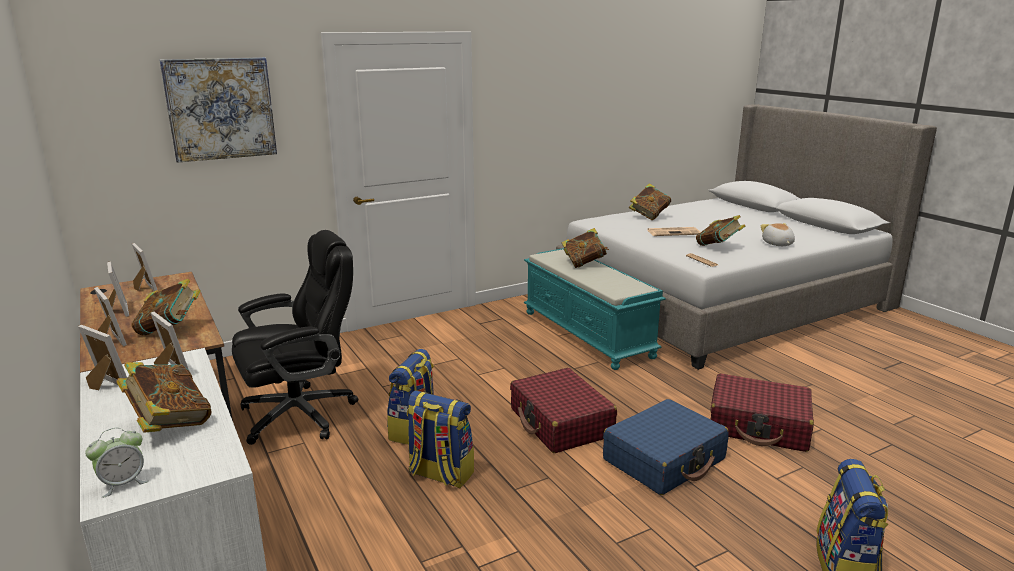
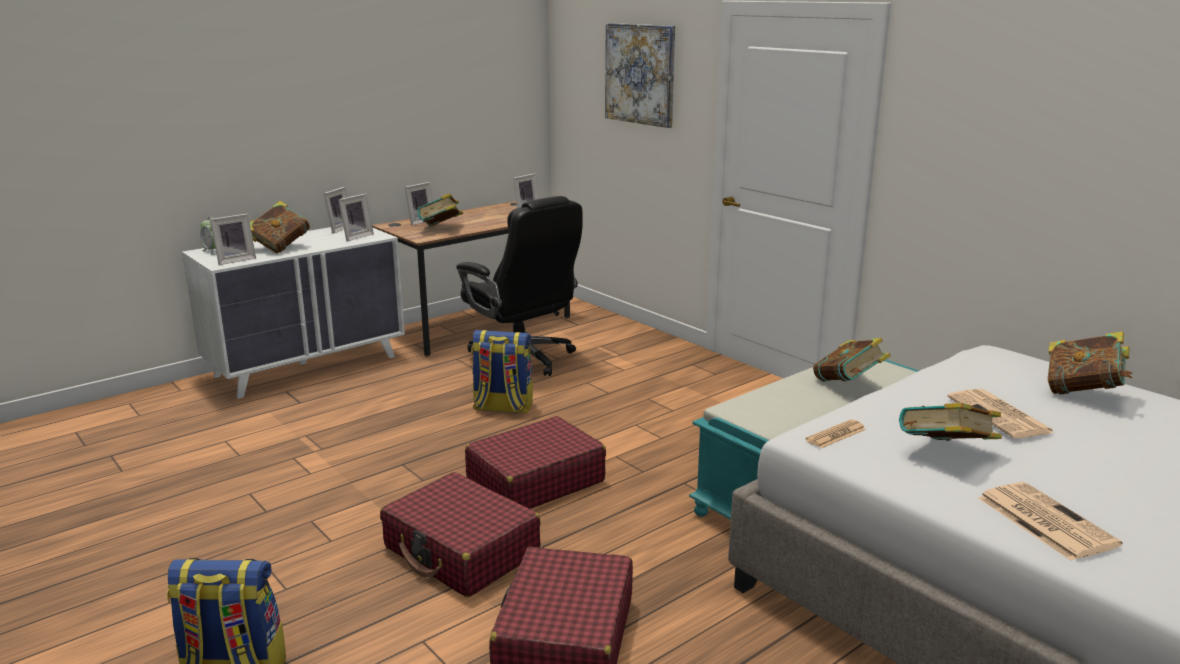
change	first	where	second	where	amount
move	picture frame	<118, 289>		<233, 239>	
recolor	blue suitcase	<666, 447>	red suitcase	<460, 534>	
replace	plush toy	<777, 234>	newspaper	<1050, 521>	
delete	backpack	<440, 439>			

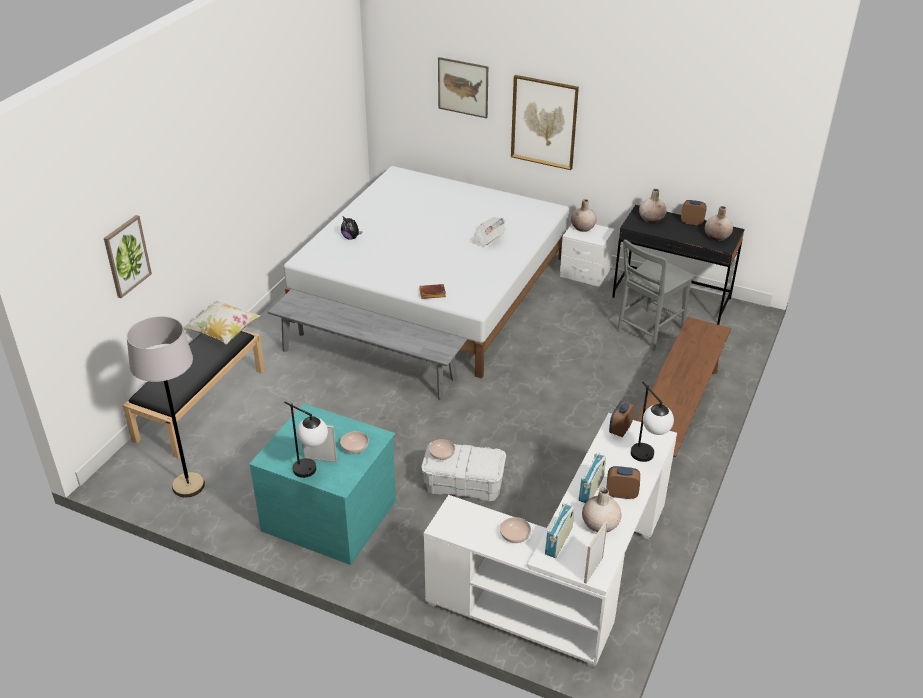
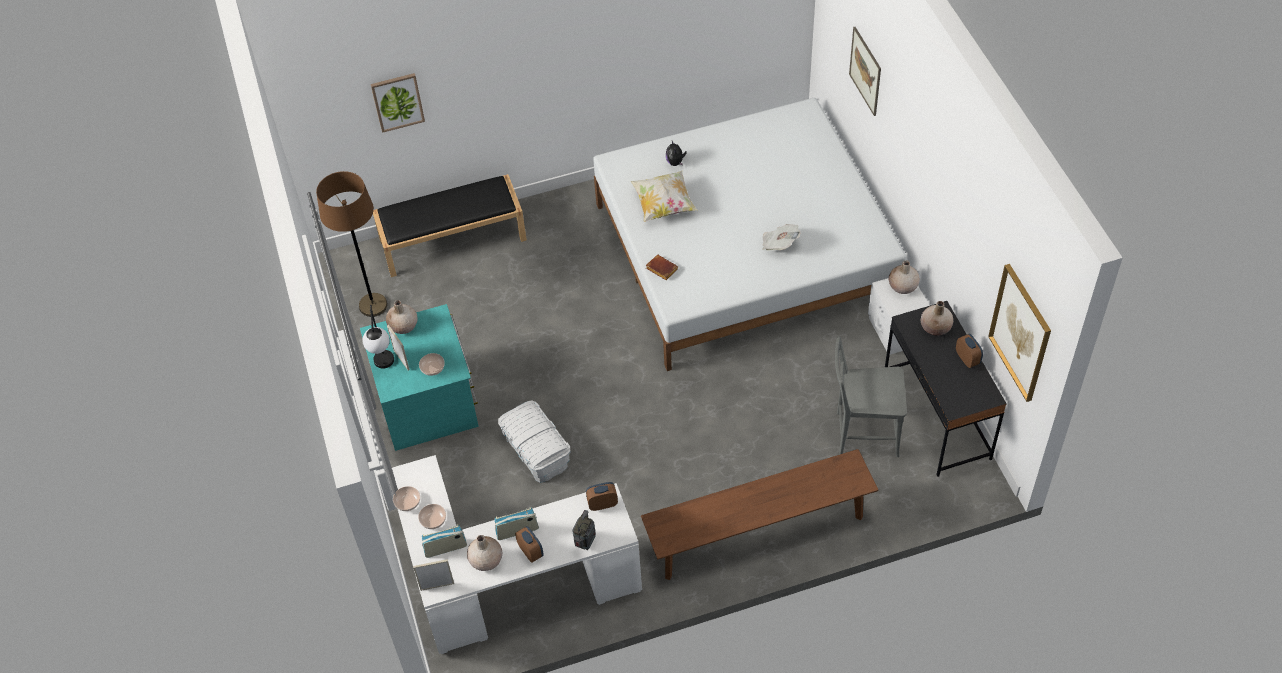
change	first	where	second	where	amount
recolor	grey floor lamp	<166, 406>	brown floor lamp	<351, 244>	
move	beige vase	<719, 223>		<402, 317>	
move	bowl	<442, 449>		<406, 498>	
replace	table lamp	<652, 422>	radio	<584, 530>	
move	pillow	<222, 322>		<664, 196>	
move	picture	<545, 122>		<1019, 333>	
delete	grey bench	<367, 344>			

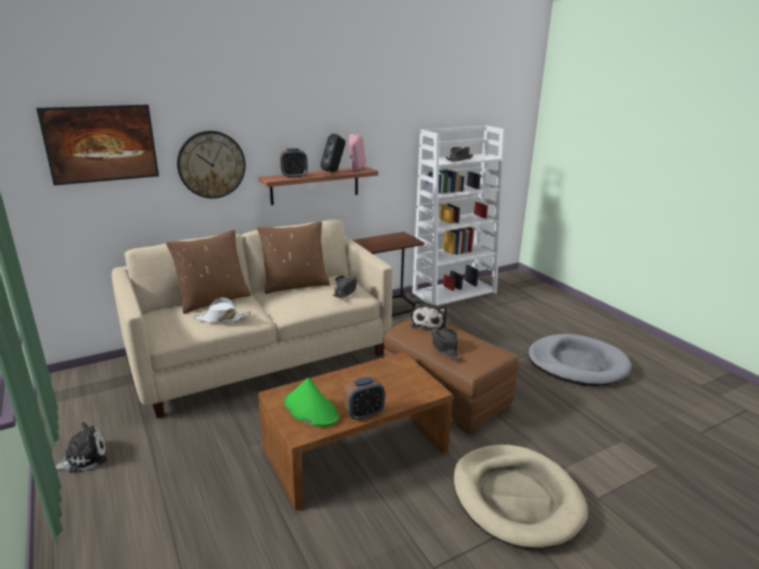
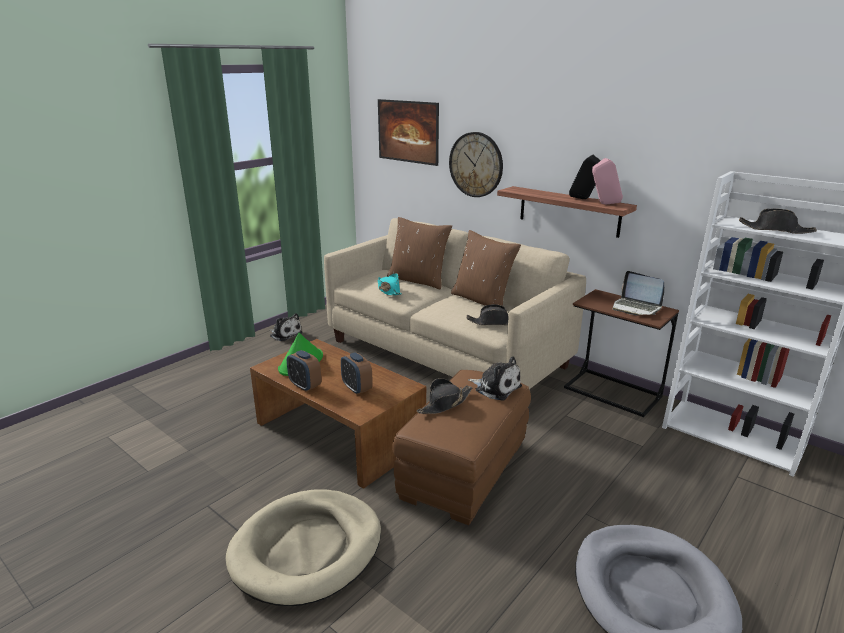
change	first	where	second	where	amount
move	alarm clock	<294, 163>		<357, 373>	
recolor	white hat	<222, 310>	turquoise hat	<390, 284>	
rotate	plush toy	<429, 315>		<495, 378>	135 degrees counterclockwise
insert			laptop	<638, 293>	

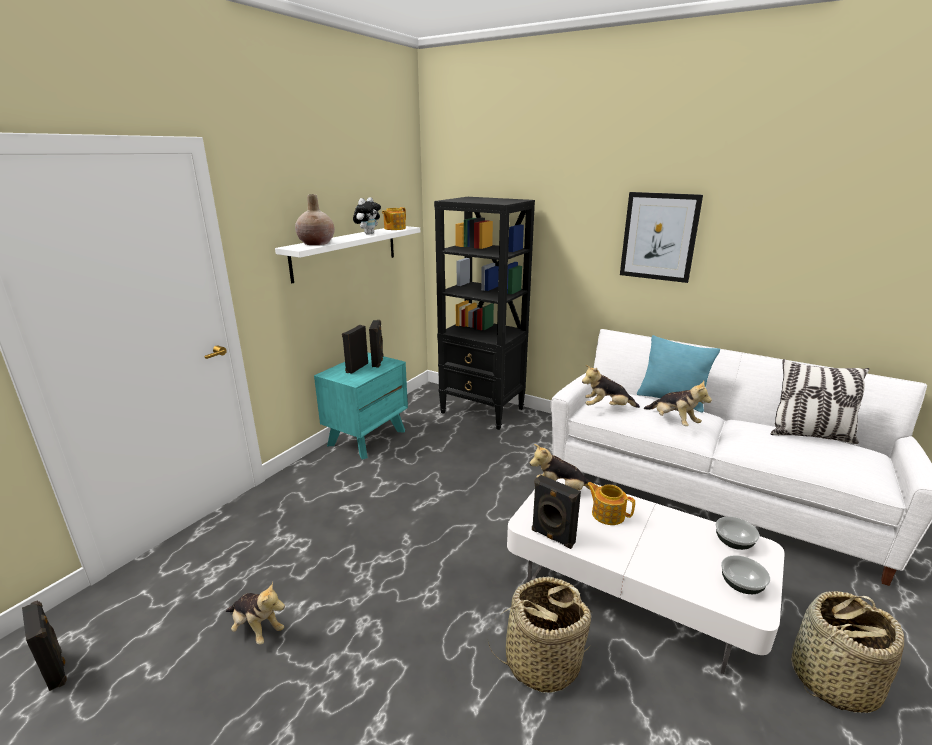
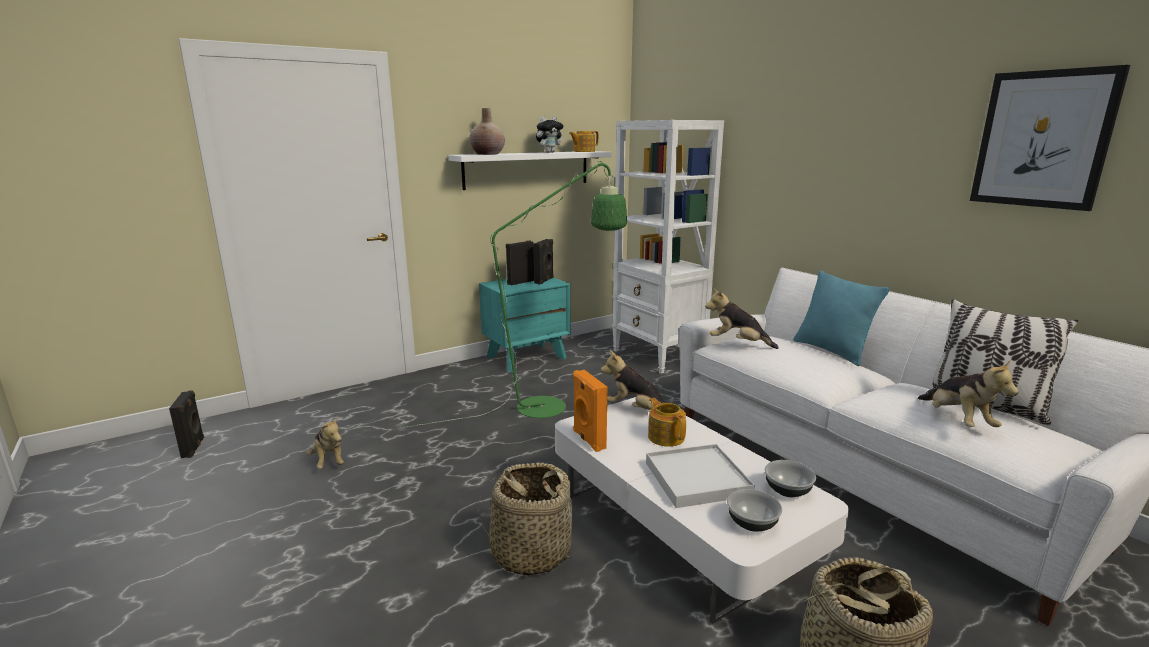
change	first	where	second	where	amount
insert			green floor lamp	<514, 294>	
recolor	black speaker	<556, 512>	orange speaker	<590, 411>	
recolor	black bookcase	<484, 313>	white bookcase	<668, 247>	
insert			white tray	<700, 476>	
move	plush toy	<677, 403>		<968, 393>	
move	picture	<661, 237>		<1050, 138>	

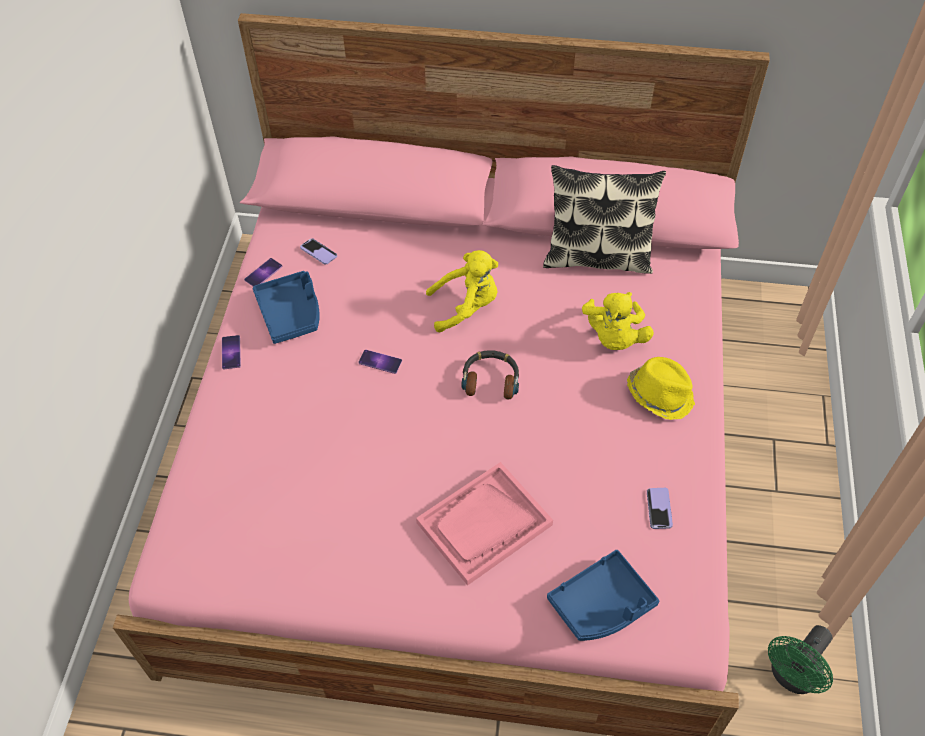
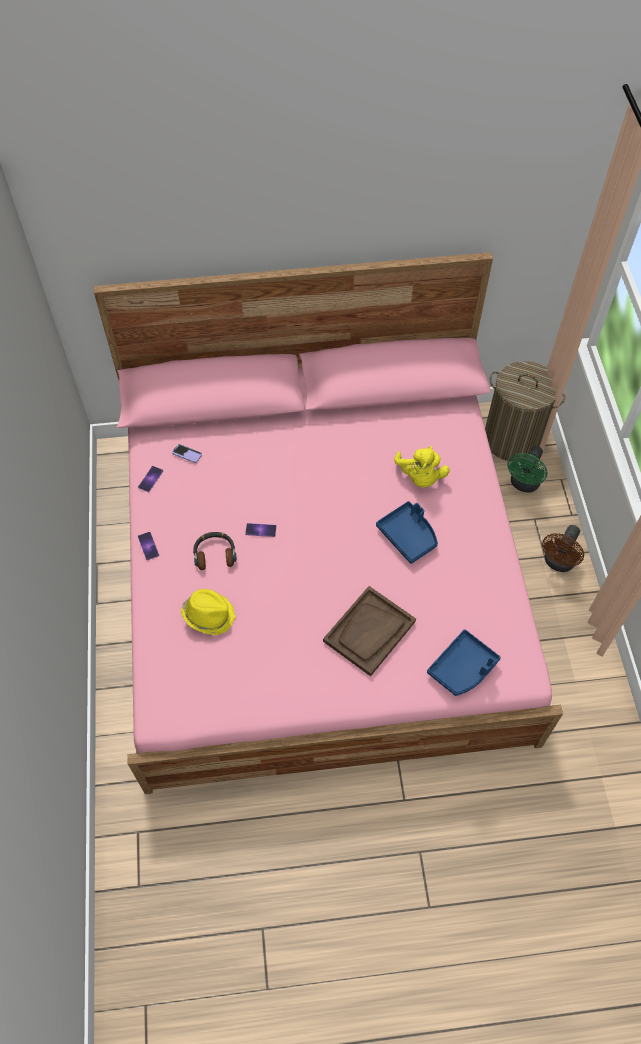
change	first	where	second	where	amount
move	yellow hat	<661, 388>		<208, 612>	
move	headphones	<490, 374>		<215, 551>	
recolor	pink tray	<484, 524>	brown tray	<369, 631>	
move	blue tray	<286, 307>		<407, 532>	
insert			laundry basket	<525, 411>	
move	green fan	<800, 659>		<527, 469>	
insert			brown fan	<563, 548>	
delete	yellow plush toy	<462, 291>			
delete	pillow	<604, 219>			
delete	phone	<660, 508>			

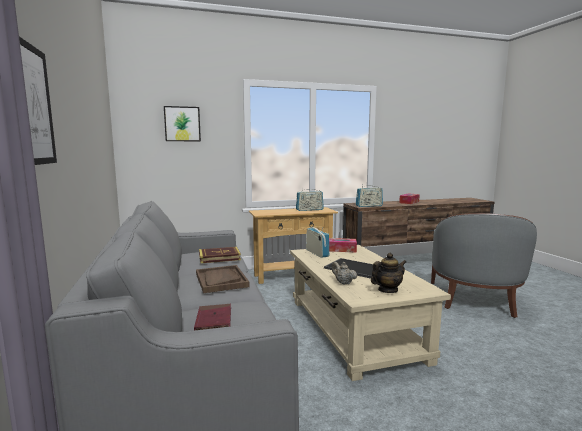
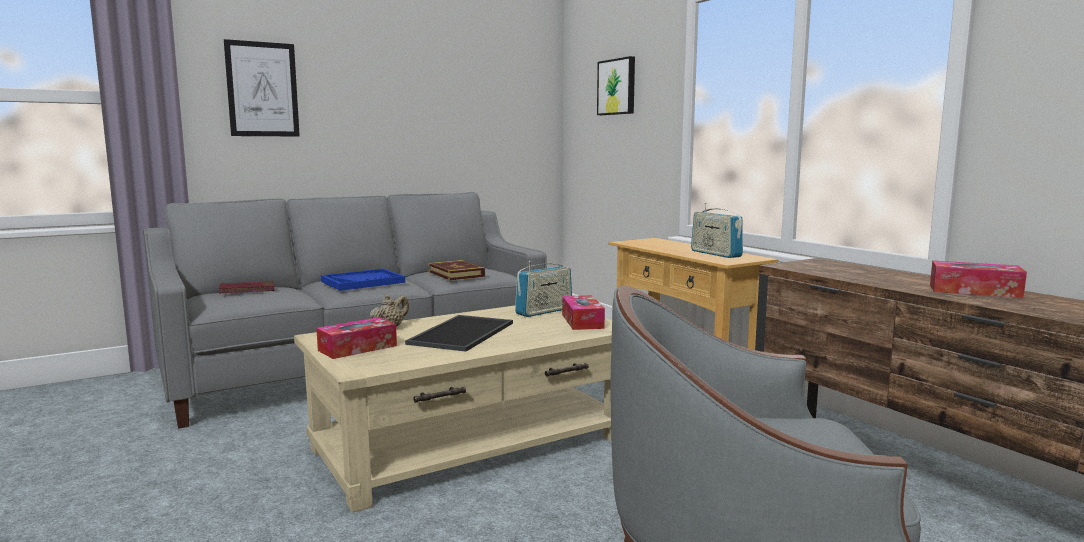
change	first	where	second	where	amount
replace	teapot	<388, 273>	tissue box	<356, 338>	
recolor	brown tray	<223, 279>	blue tray	<363, 280>	
delete	radio	<369, 196>			

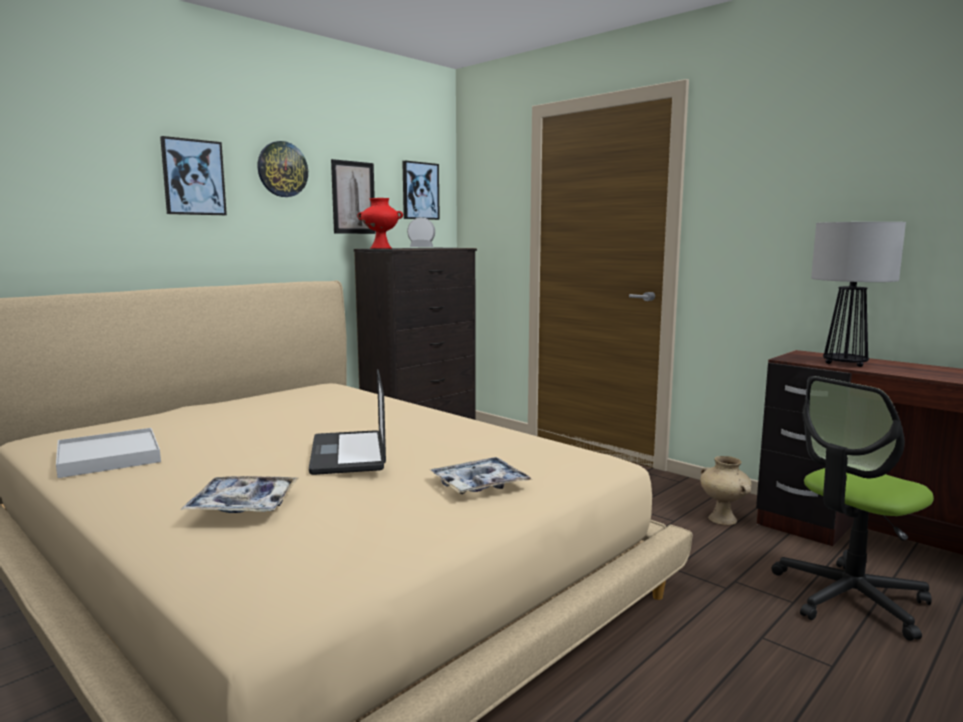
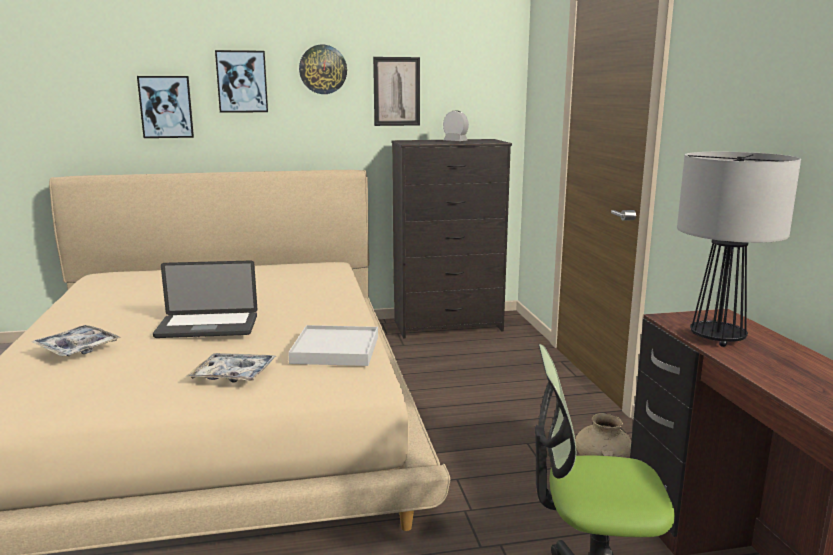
change	first	where	second	where	amount
move	picture	<421, 190>		<165, 107>	
rotate	laptop	<347, 422>		<205, 299>	120 degrees counterclockwise
move	white tray	<108, 453>		<333, 345>	
delete	red vase	<380, 223>			

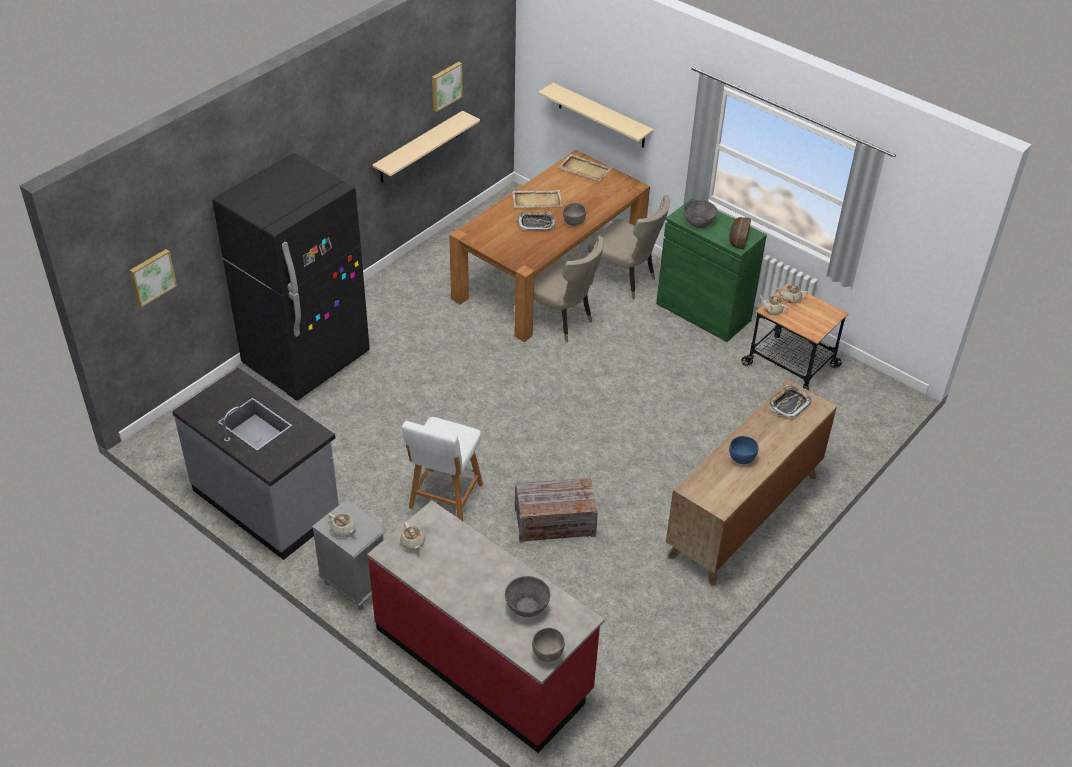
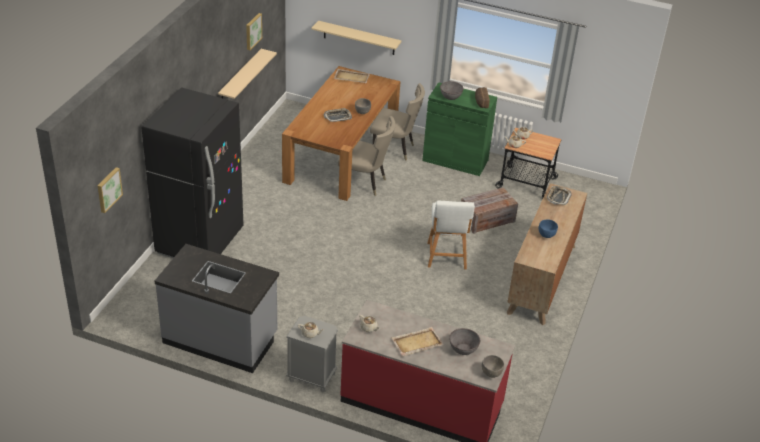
change	first	where	second	where	amount
move	beige tray	<537, 199>		<418, 341>	
move	white stool	<442, 469>		<451, 234>	
move	crate	<556, 510>		<489, 210>	

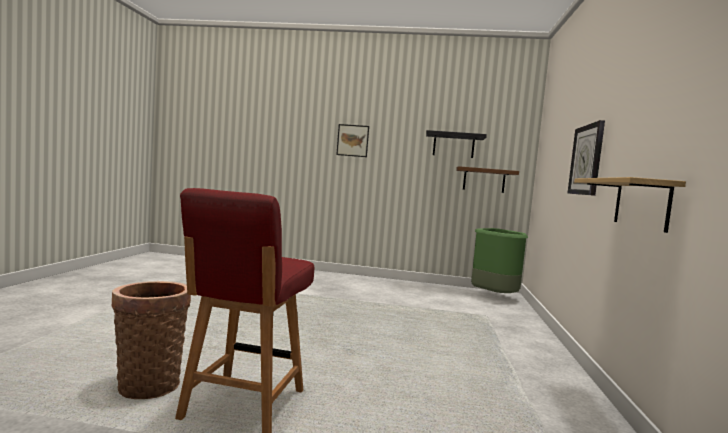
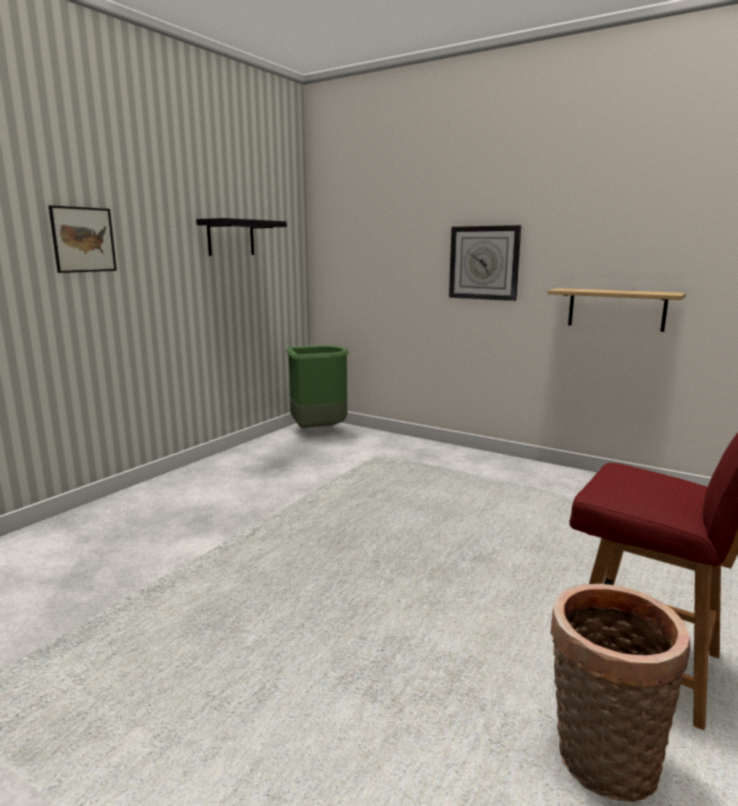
change	first	where	second	where	amount
delete	brown shelf	<487, 179>			

